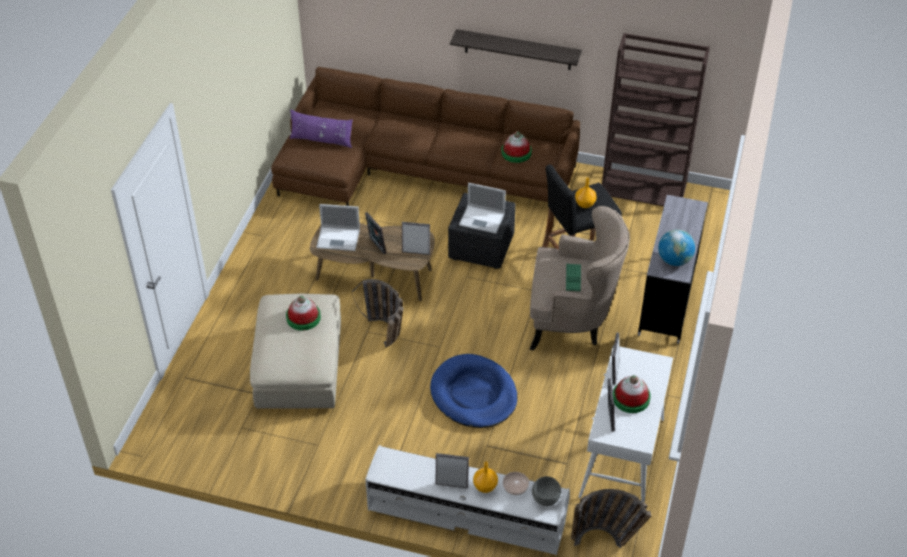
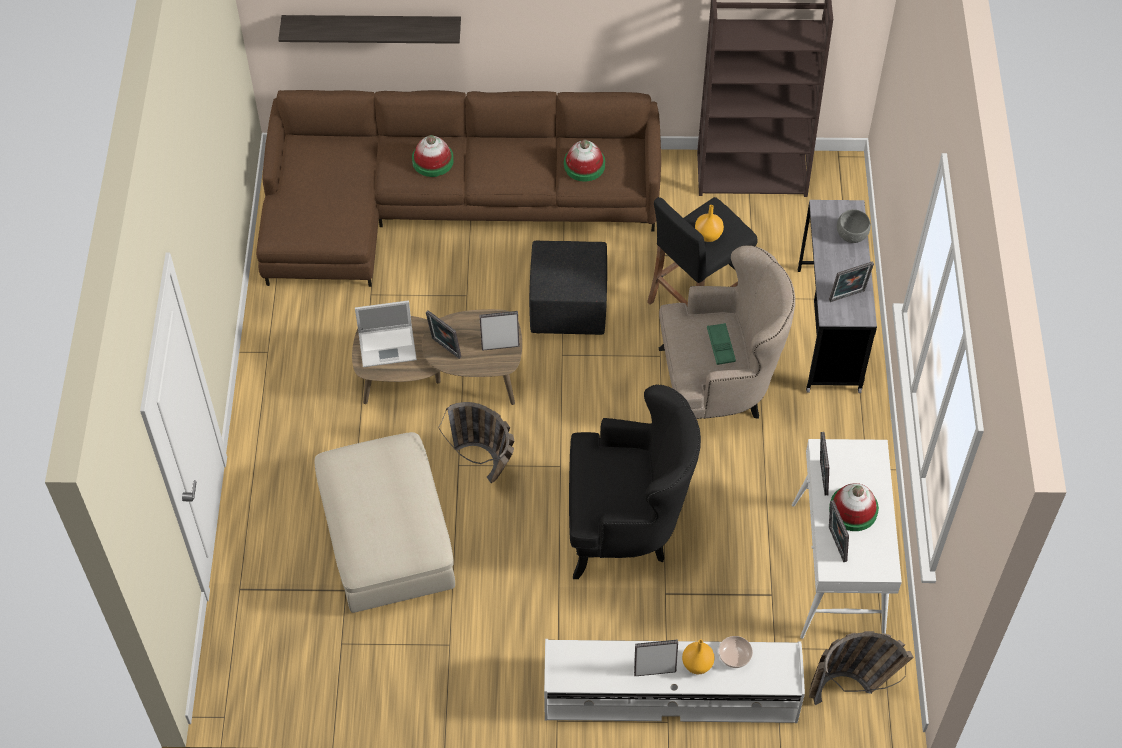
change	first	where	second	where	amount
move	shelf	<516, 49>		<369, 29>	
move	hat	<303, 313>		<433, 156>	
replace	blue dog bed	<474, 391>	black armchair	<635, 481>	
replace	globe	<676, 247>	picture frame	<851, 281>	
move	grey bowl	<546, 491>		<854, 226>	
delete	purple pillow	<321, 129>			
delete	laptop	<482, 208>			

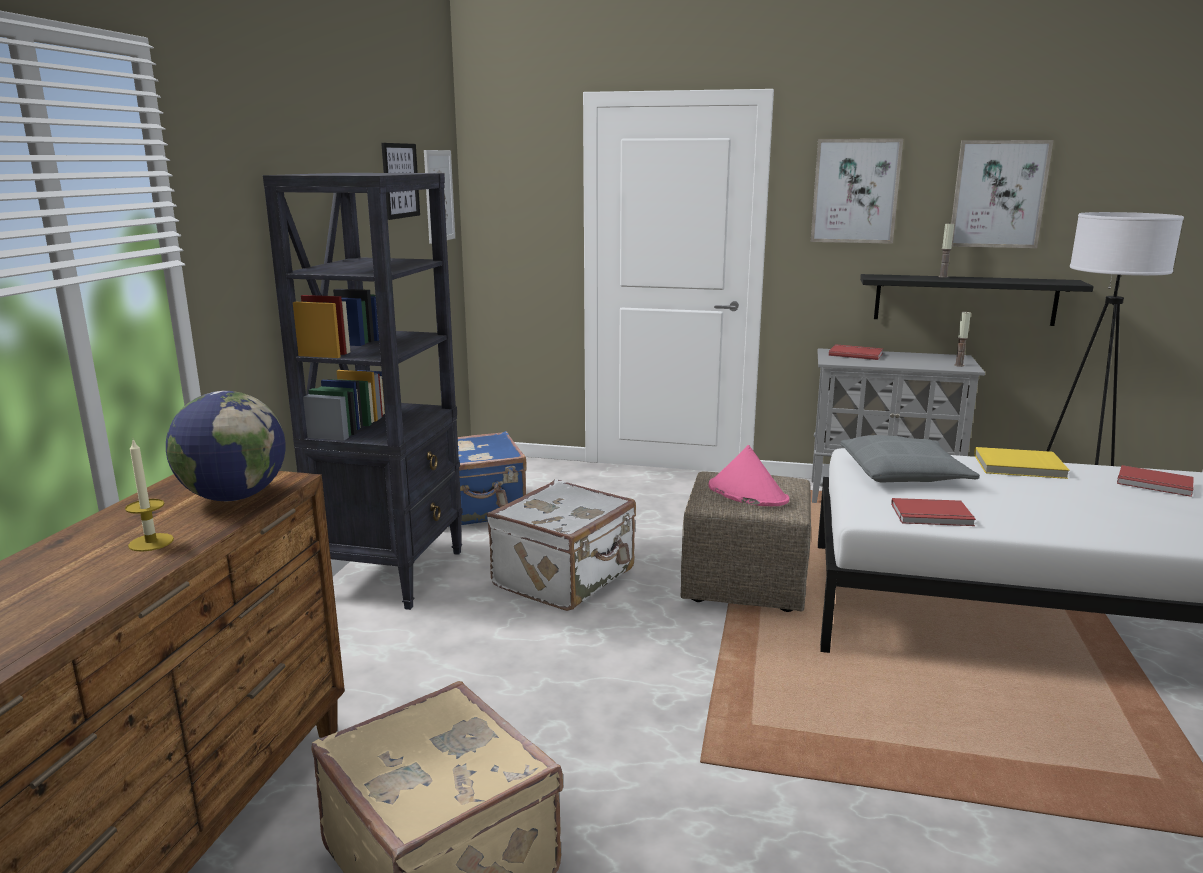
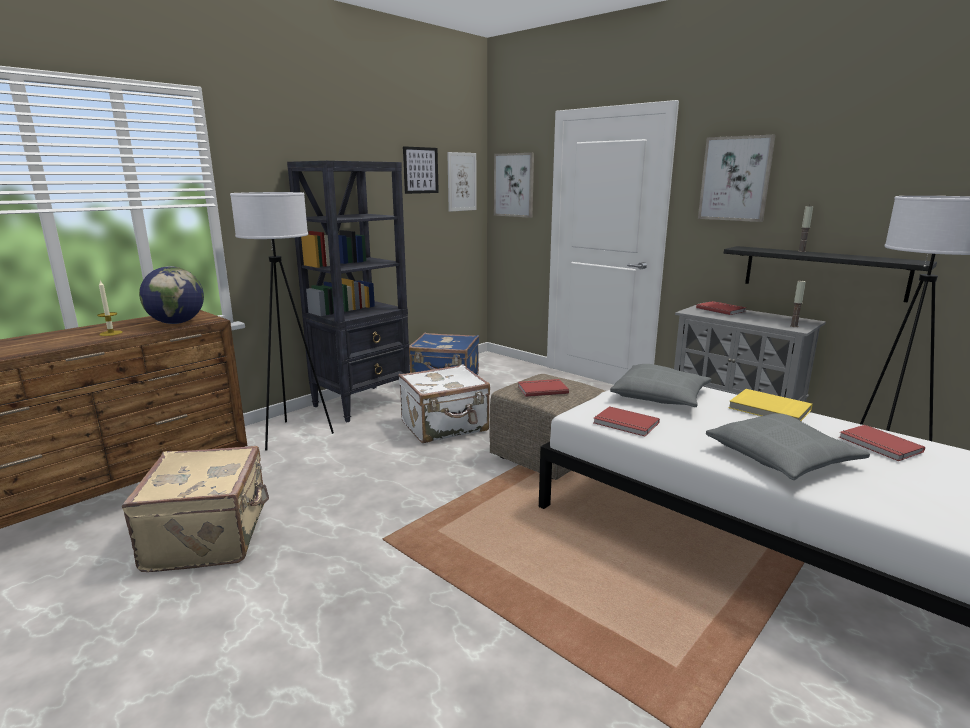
change	first	where	second	where	amount
insert			white floor lamp	<282, 321>	
move	picture	<1002, 194>		<514, 185>	
replace	pink hat	<749, 475>	red book	<543, 388>	
insert			grey pillow	<788, 446>	

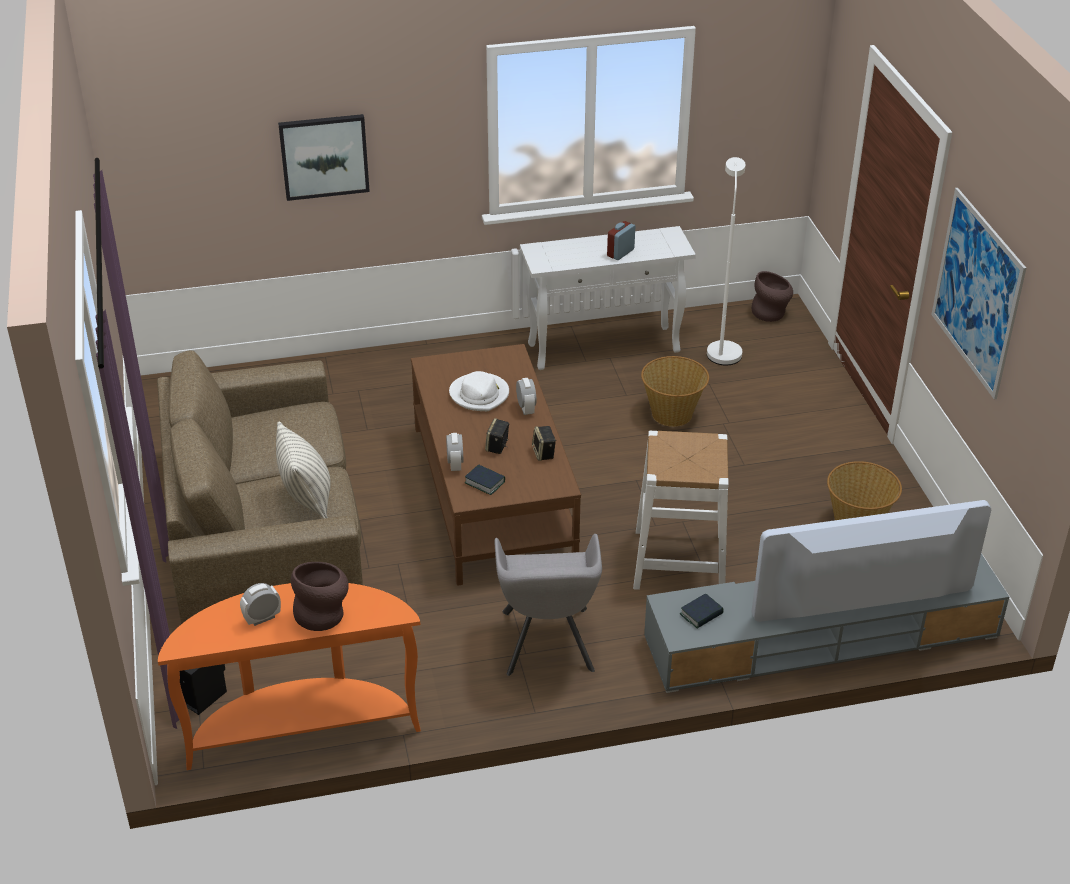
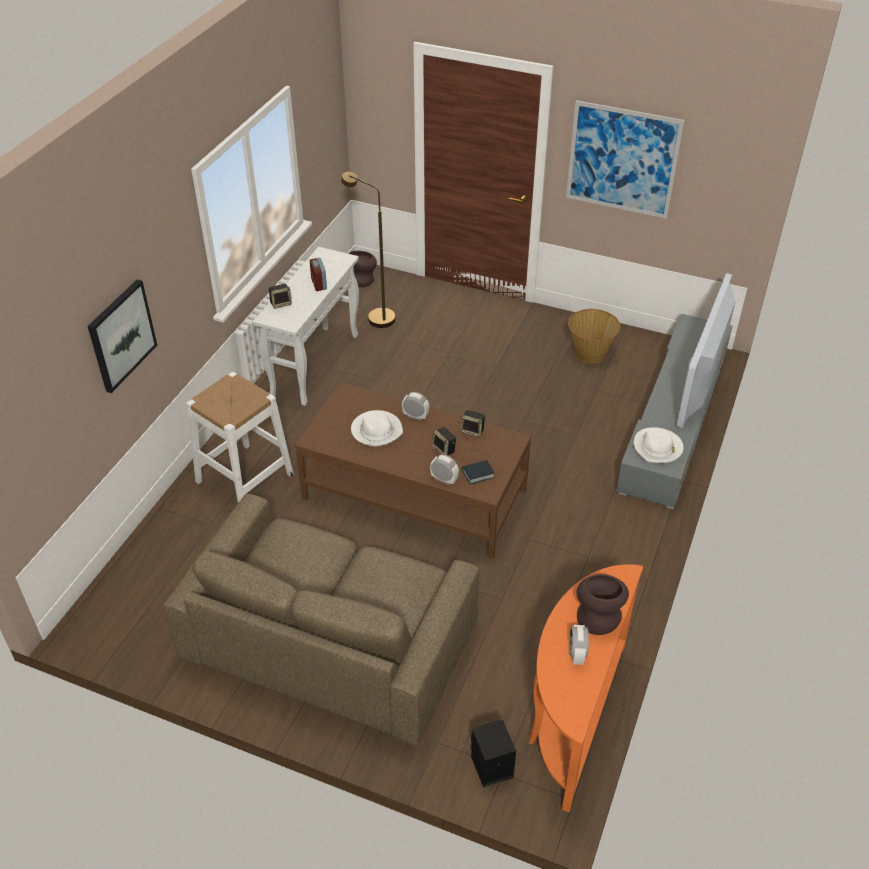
change	first	where	second	where	amount
move	white stool	<681, 510>		<240, 437>	
insert			speaker	<280, 296>	
recolor	white floor lamp	<726, 261>	brown floor lamp	<368, 250>	
replace	book	<702, 611>	white hat	<659, 445>	
delete	pillow	<303, 470>			
delete	grey armchair	<548, 605>			
delete	basket	<675, 391>			

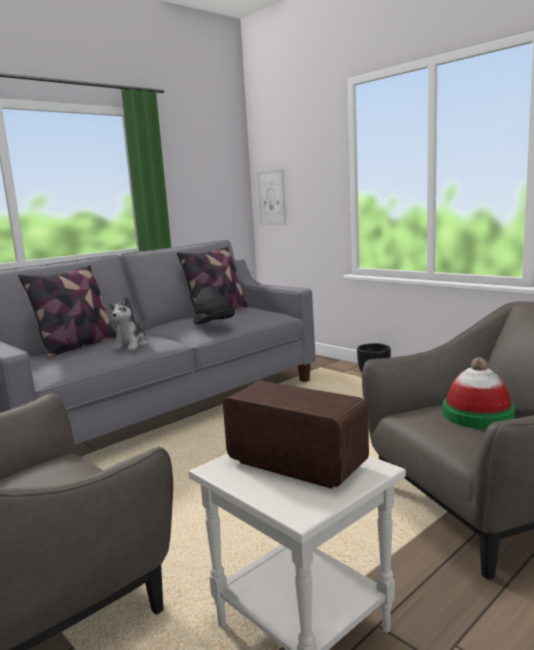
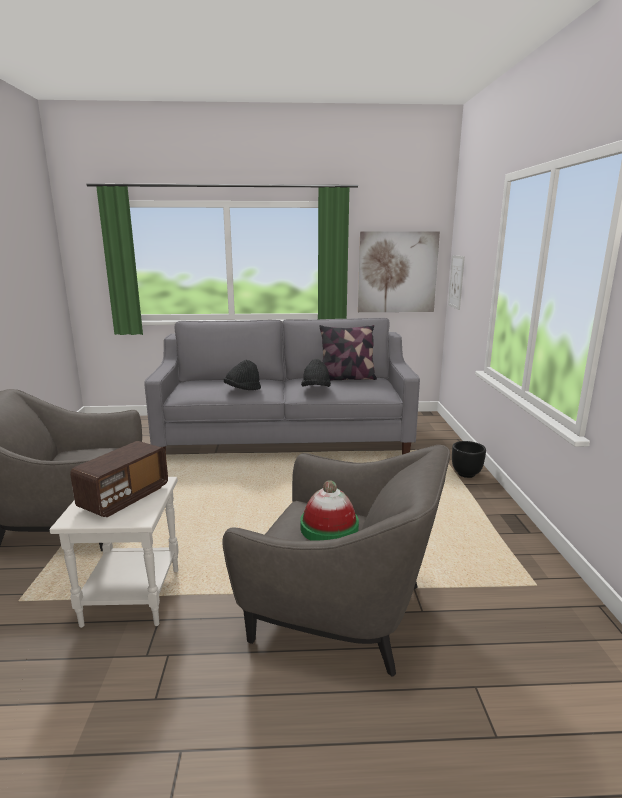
change	first	where	second	where	amount
rotate	radio	<296, 435>		<119, 479>	45 degrees clockwise
replace	plush toy	<127, 323>	black hat	<242, 375>	
insert			picture	<399, 272>	
delete	pillow	<67, 312>			

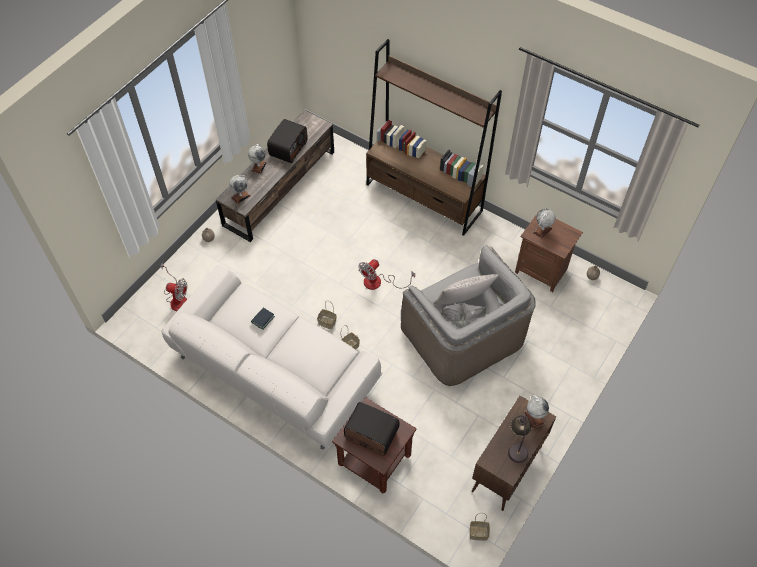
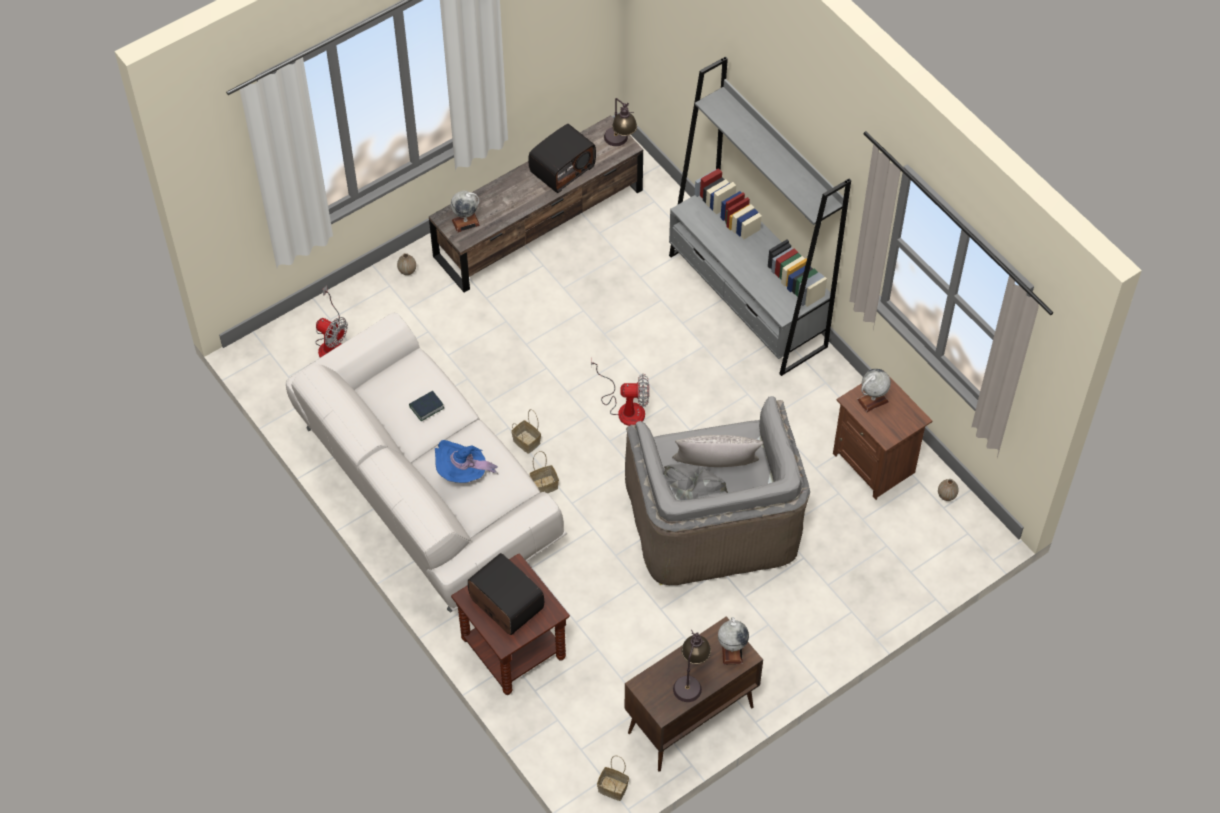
change	first	where	second	where	amount
insert			blue hat	<466, 461>	
rotate	fan	<386, 274>		<620, 391>	150 degrees counterclockwise
insert			table lamp	<620, 122>	
recolor	brown bookcase	<434, 137>	grey bookcase	<760, 216>	
delete	globe	<257, 159>			

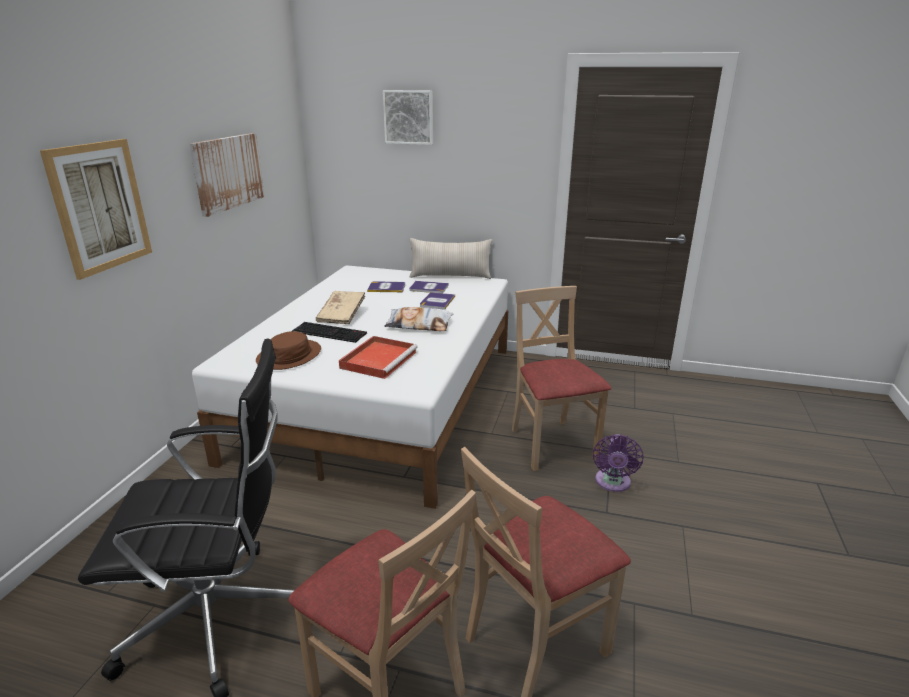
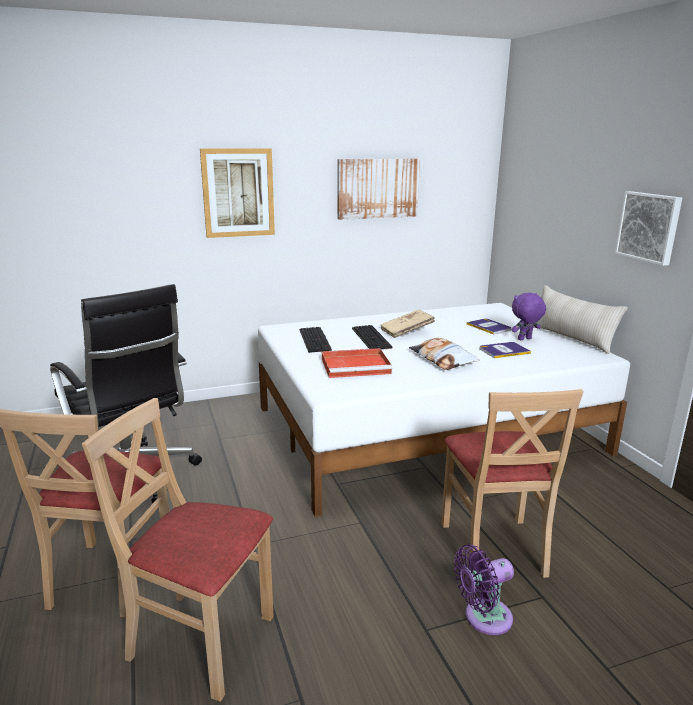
change	first	where	second	where	amount
replace	brown hat	<288, 350>	keyboard	<315, 340>	
rotate	beige chair	<561, 378>		<512, 483>	135 degrees clockwise
replace	book	<429, 287>	purple plush toy	<529, 316>	
move	picture	<408, 117>		<648, 228>	

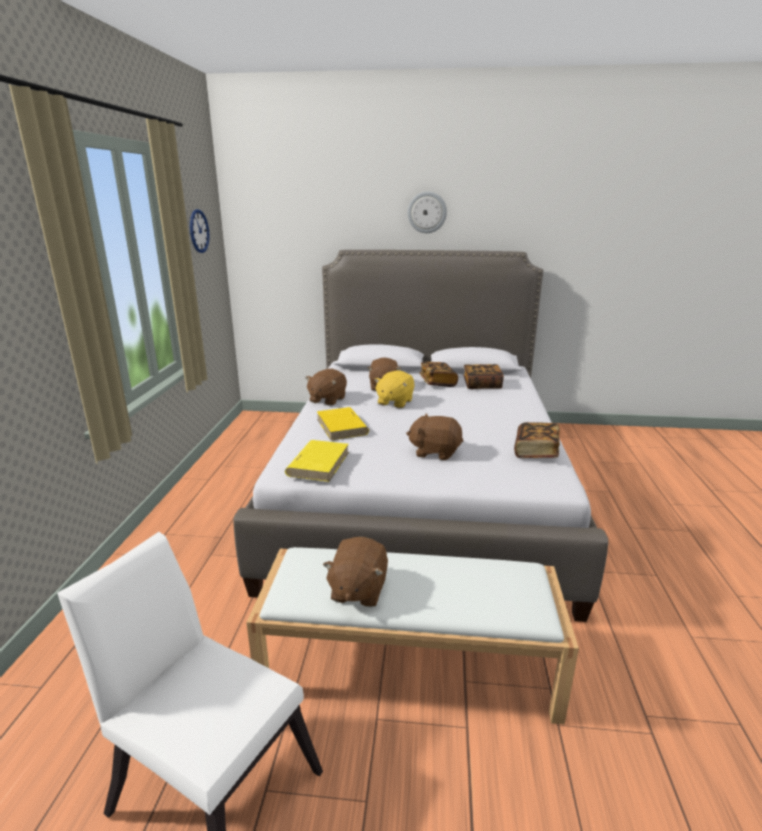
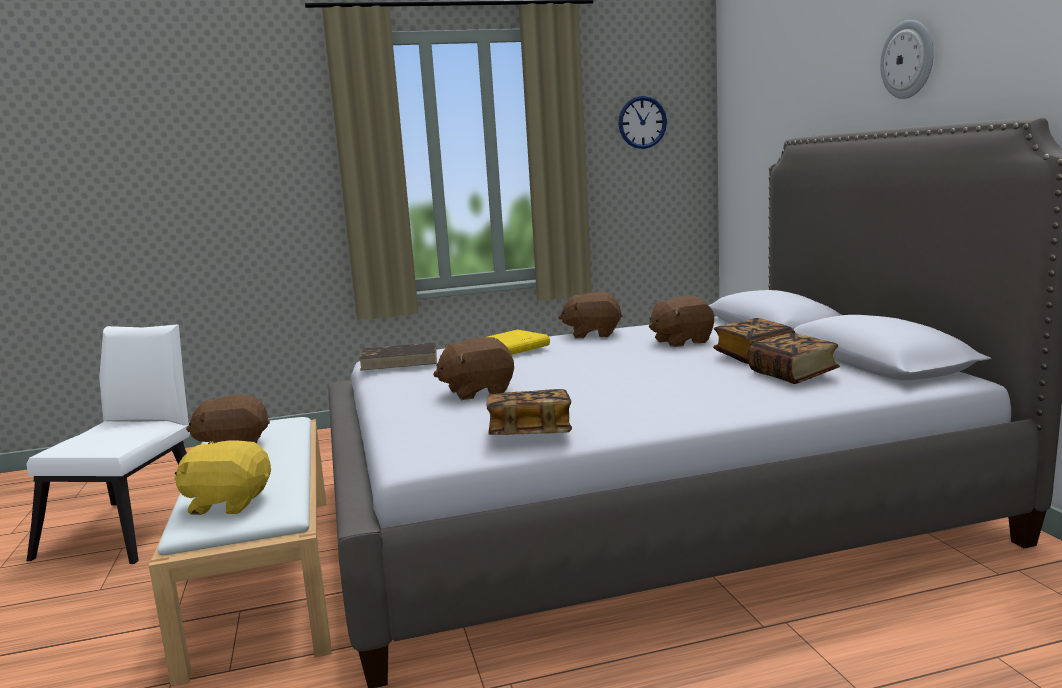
change	first	where	second	where	amount
move	yellow plush toy	<394, 389>		<223, 478>	
recolor	yellow book	<317, 461>	brown book	<398, 356>	
rotate	brown plush toy	<434, 437>		<473, 368>	105 degrees counterclockwise

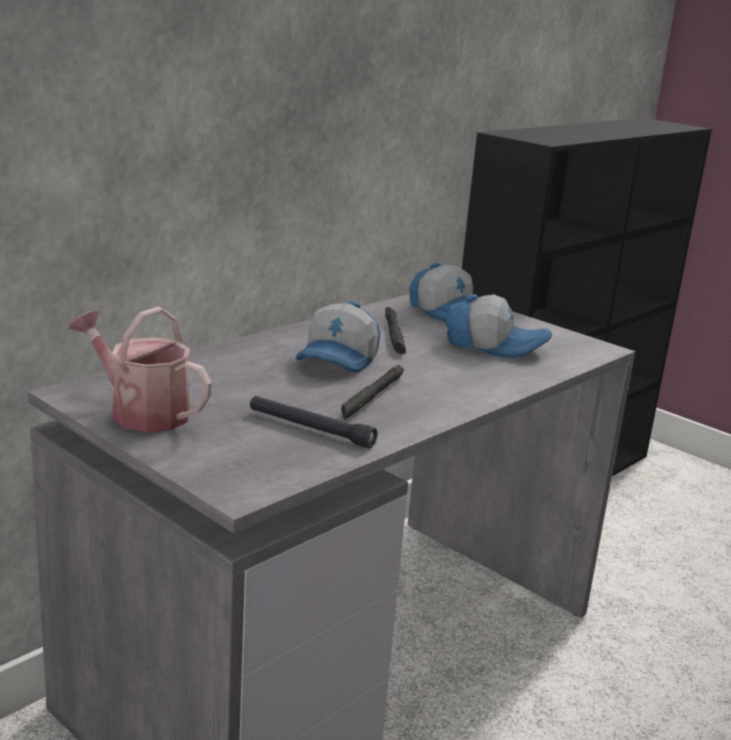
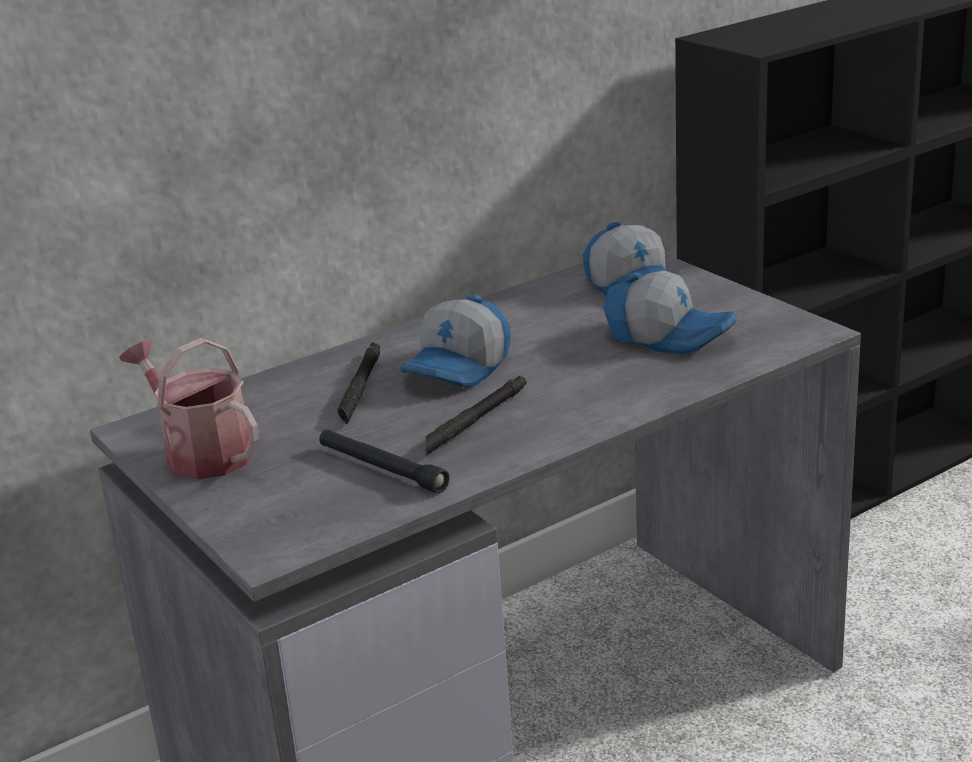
change	first	where	second	where	amount
move	black flashlight	<395, 331>		<359, 383>	

